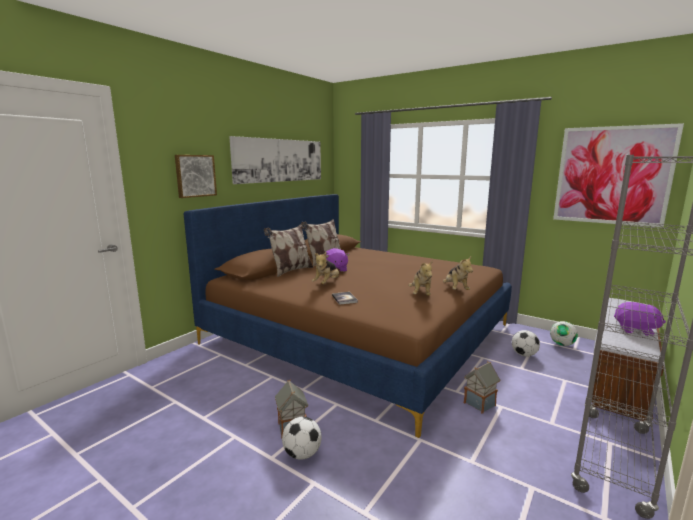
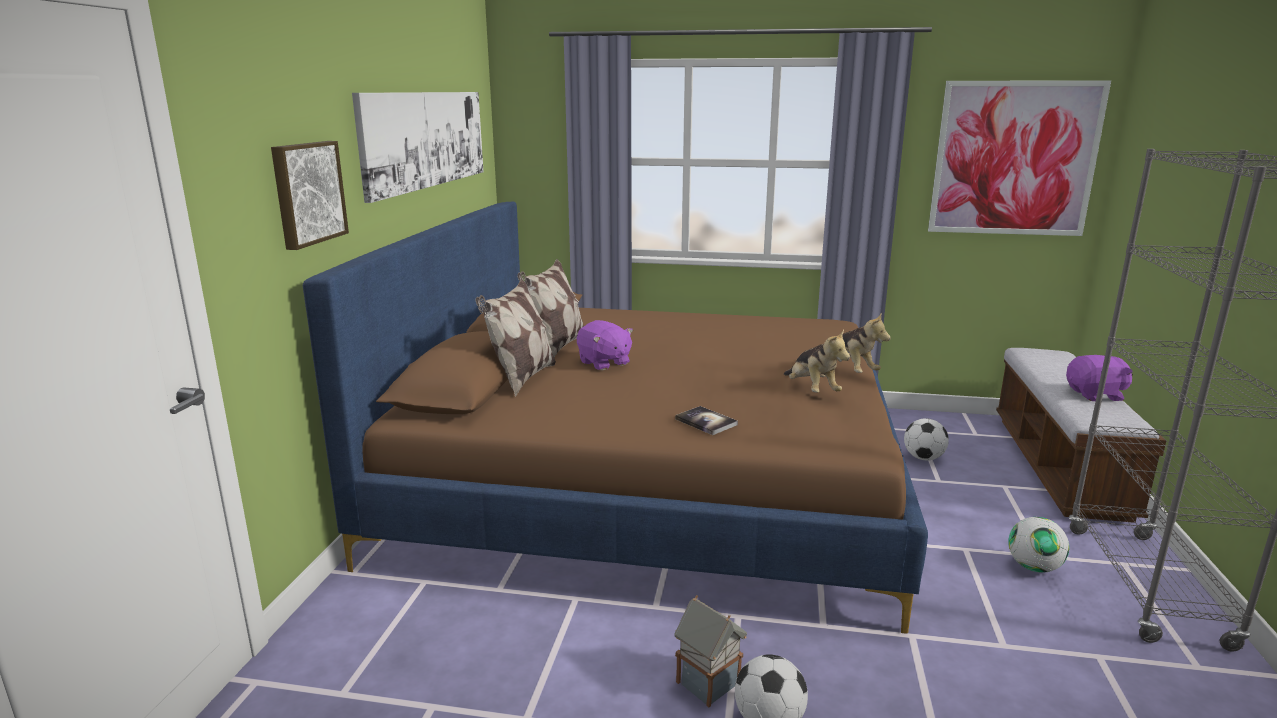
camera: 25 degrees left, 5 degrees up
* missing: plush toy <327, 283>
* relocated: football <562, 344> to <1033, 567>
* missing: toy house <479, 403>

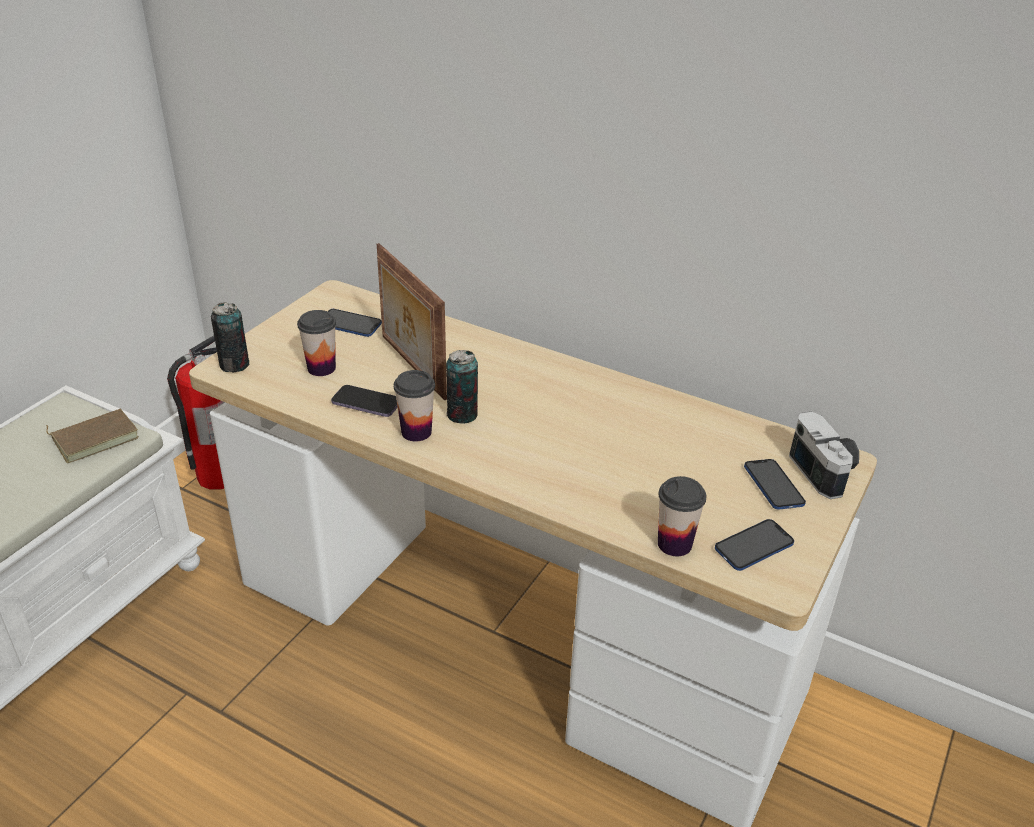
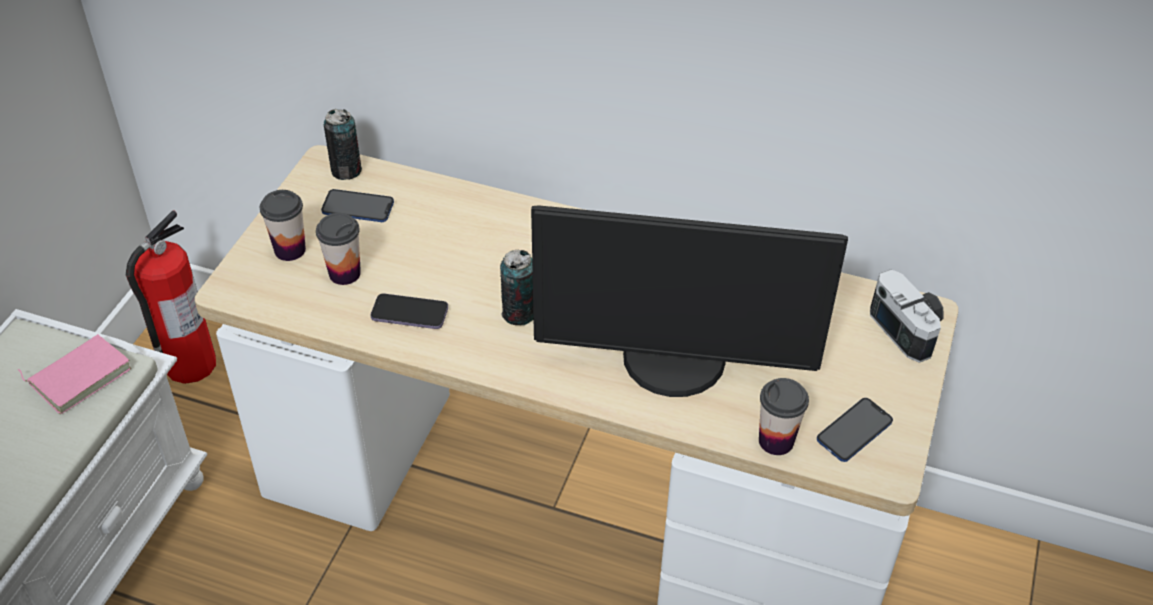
camera: 10 degrees left, 10 degrees up
* missing: picture frame <411, 367>
* relocated: can <234, 365> to <346, 171>
* relocated: cup <416, 432> to <290, 250>
* colour: brown book <95, 437> to pink book <79, 375>
* missing: phone <773, 485>
* appeared: monitor <674, 363>

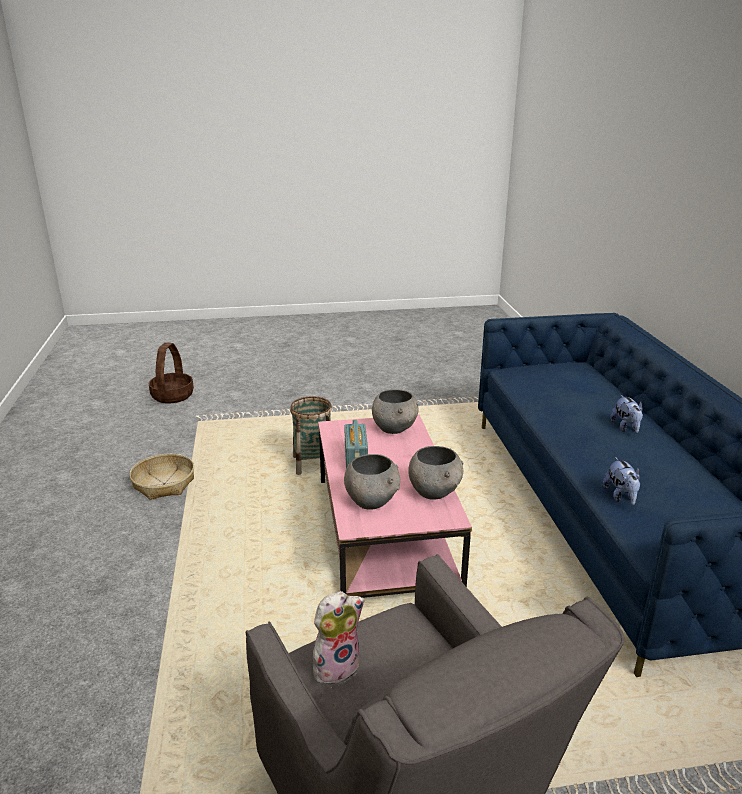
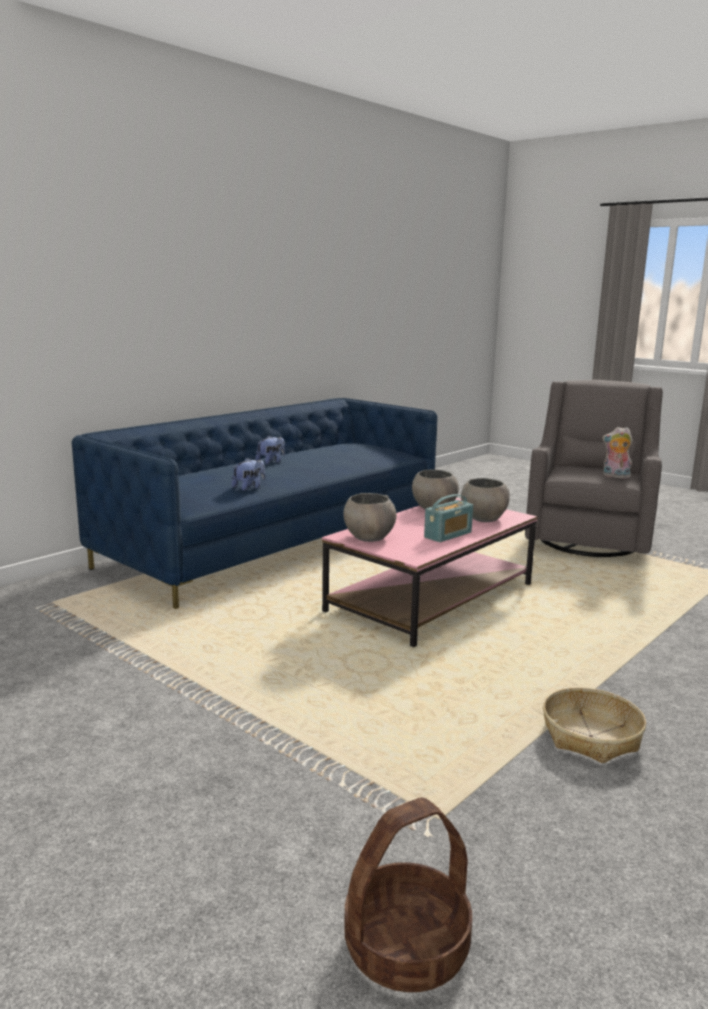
camera: 130 degrees left, 10 degrees down
* missing: basket <313, 464>
* relocated: plush toy <621, 496> to <249, 488>

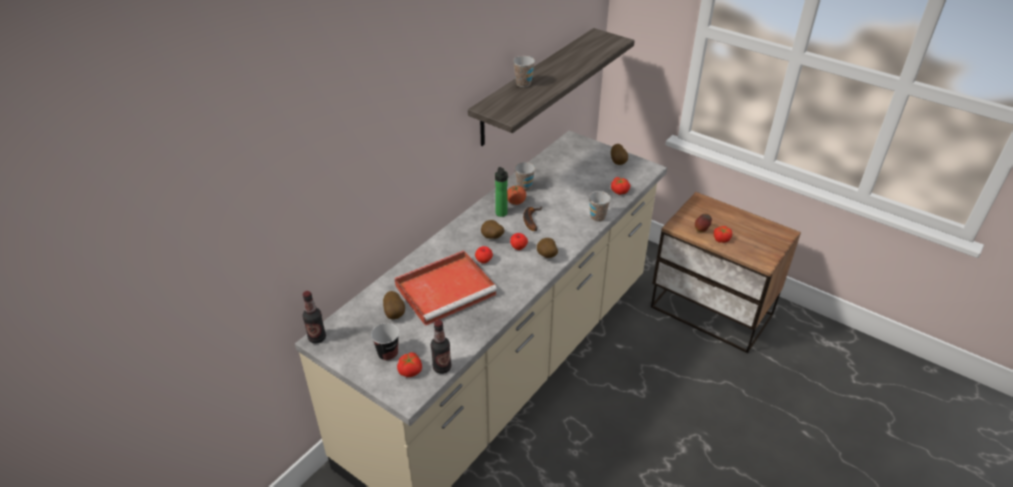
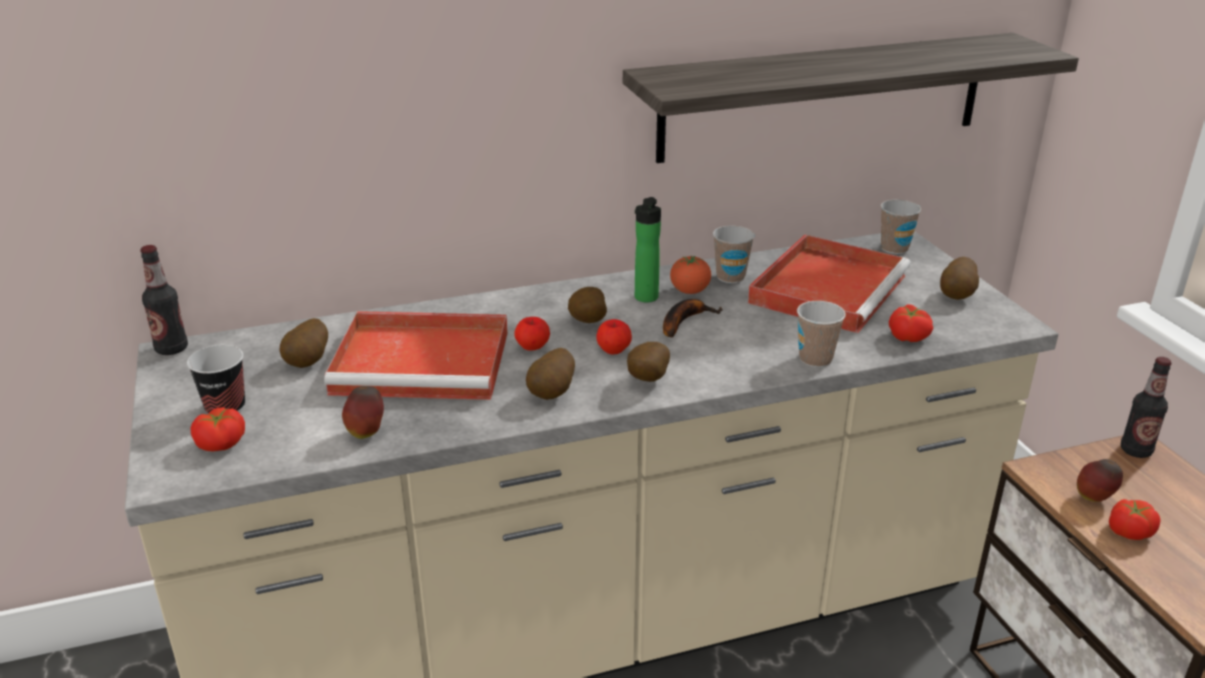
camera: 35 degrees right, 10 degrees down
* relocated: cup <523, 83> to <894, 248>
* relocated: bottle <442, 367> to <1136, 450>
* appeared: red tray <828, 287>
* appeared: potato <553, 394>
* appeared: apple <366, 433>

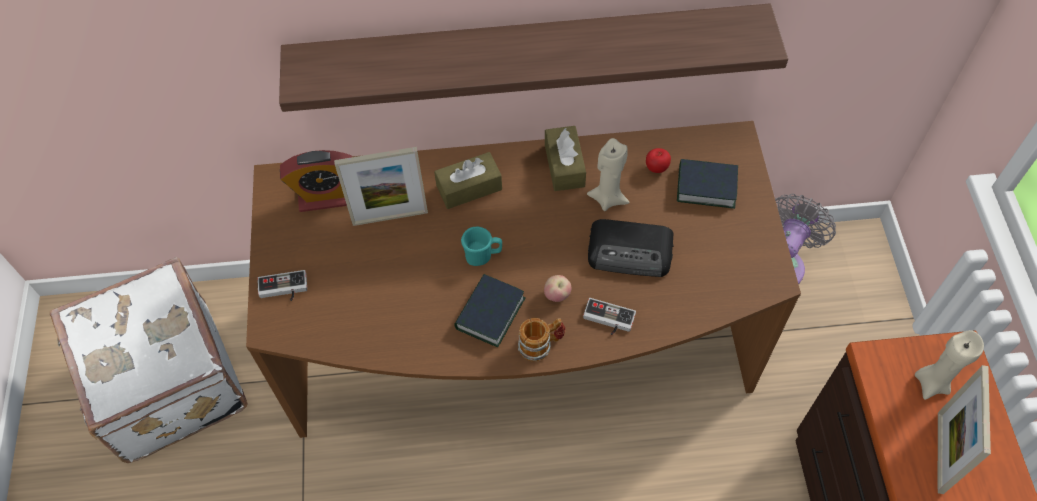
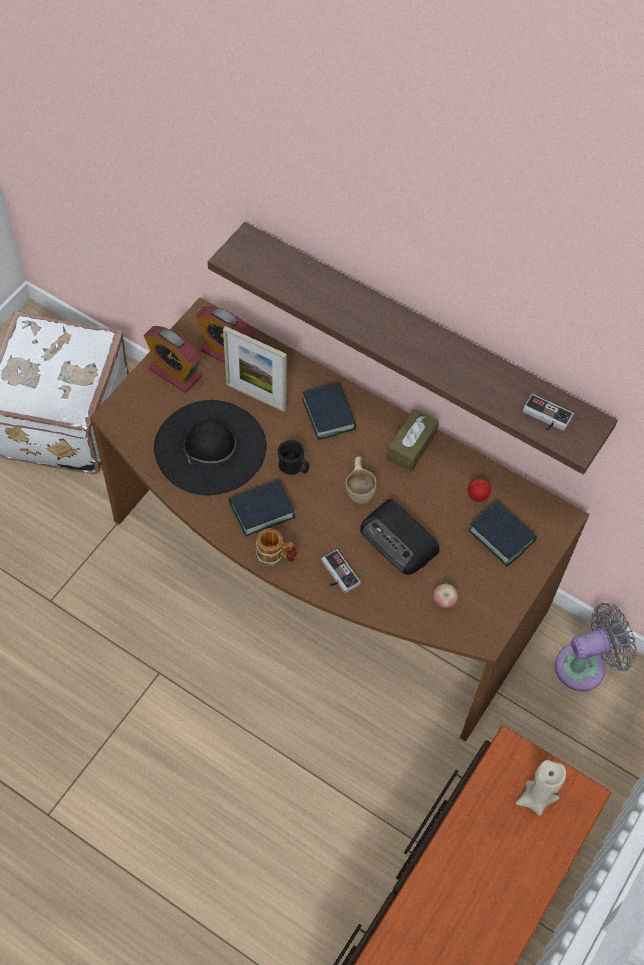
camera: 35 degrees right, 0 degrees up
* missing: beige candle <608, 198>
* exchanged: brown tissue box <469, 187> to book <328, 414>
* colour: turquoise mug <483, 255> to black mug <293, 468>
* relocated: game controller <283, 290> to <545, 418>
* relocated: apple <557, 295> to <444, 601>
* missing: picture frame <940, 452>
* appeared: alarm clock <175, 373>
* appeared: black hat <210, 447>
* appeared: beige cup <360, 488>

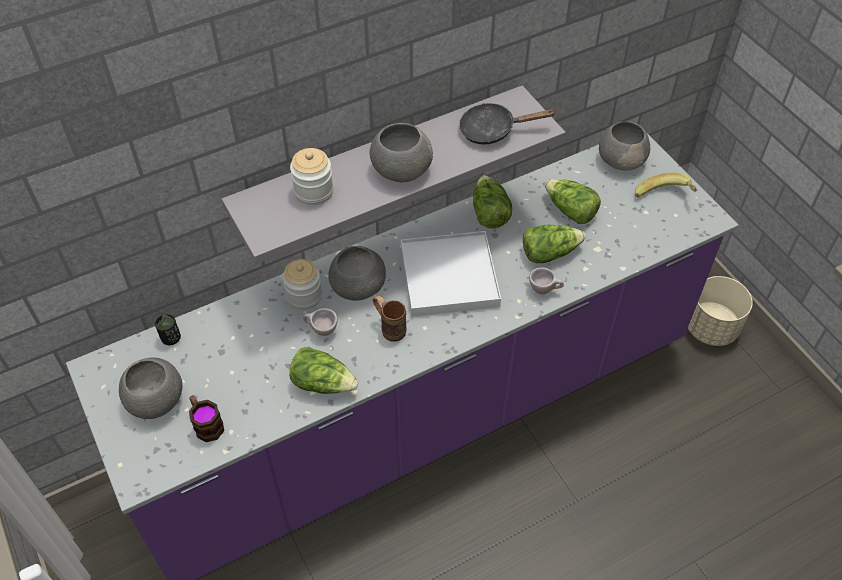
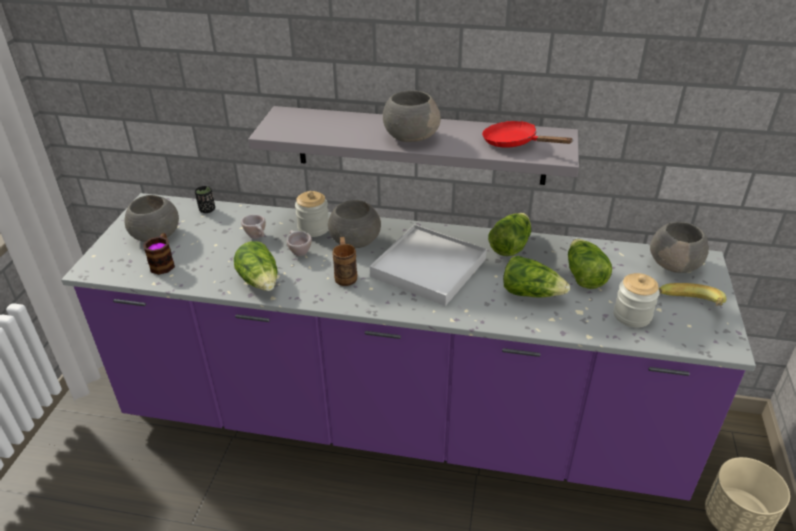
camera: 40 degrees right, 15 degrees down
* colour: black frying pan <492, 130> to red frying pan <514, 143>
* relocated: jar <313, 191> to <632, 315>
* relocated: beige cup <544, 290> to <257, 237>

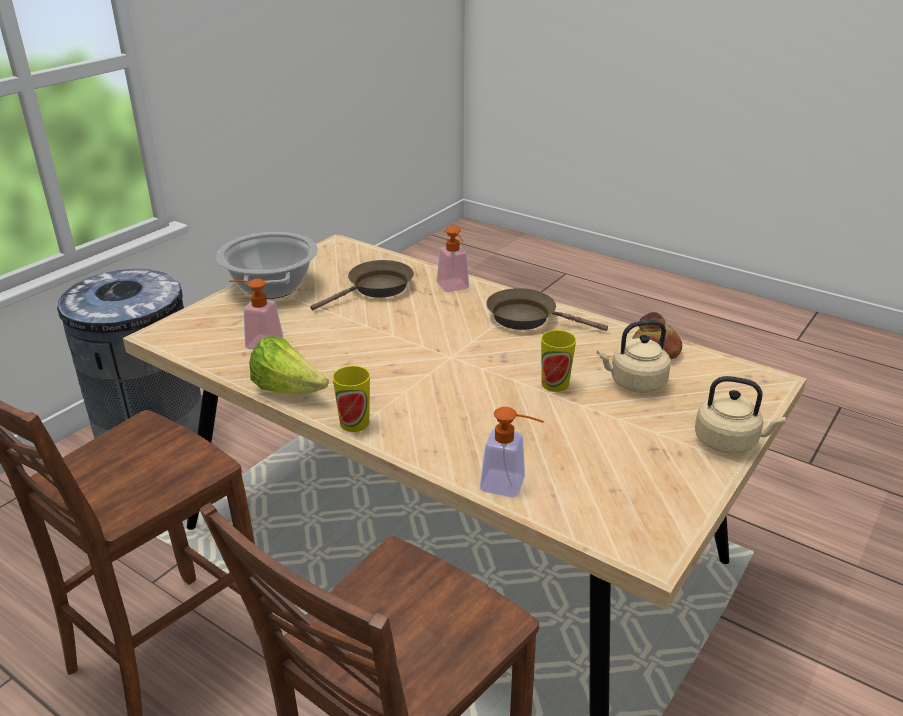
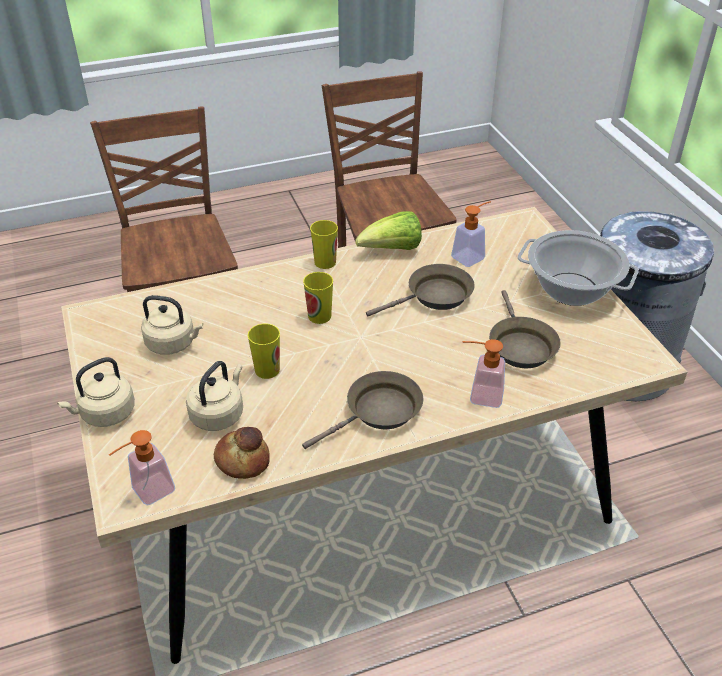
camera: 125 degrees right, 10 degrees up
* relocated: soap dispenser <511, 486> to <147, 493>
* appeared: brown frying pan <434, 296>
* appeared: cup <319, 316>
* appeared: beige kettle <173, 343>

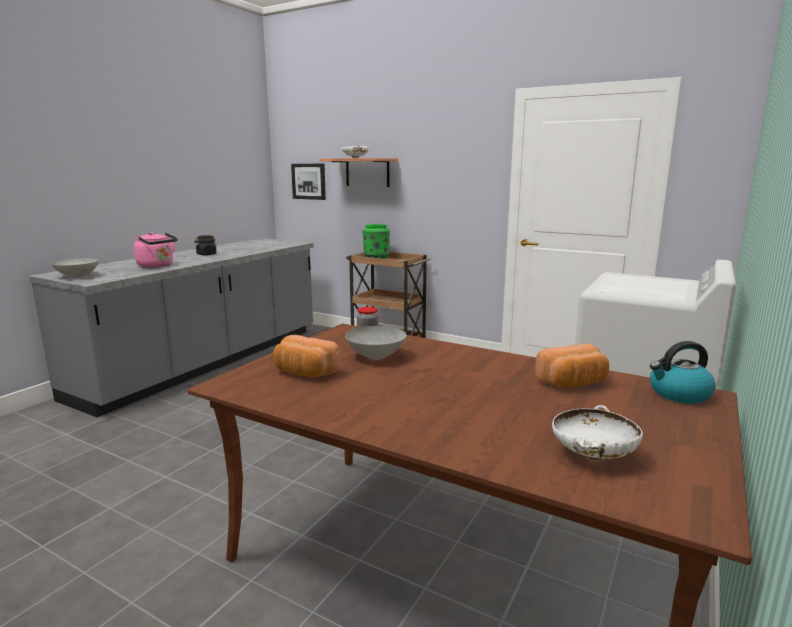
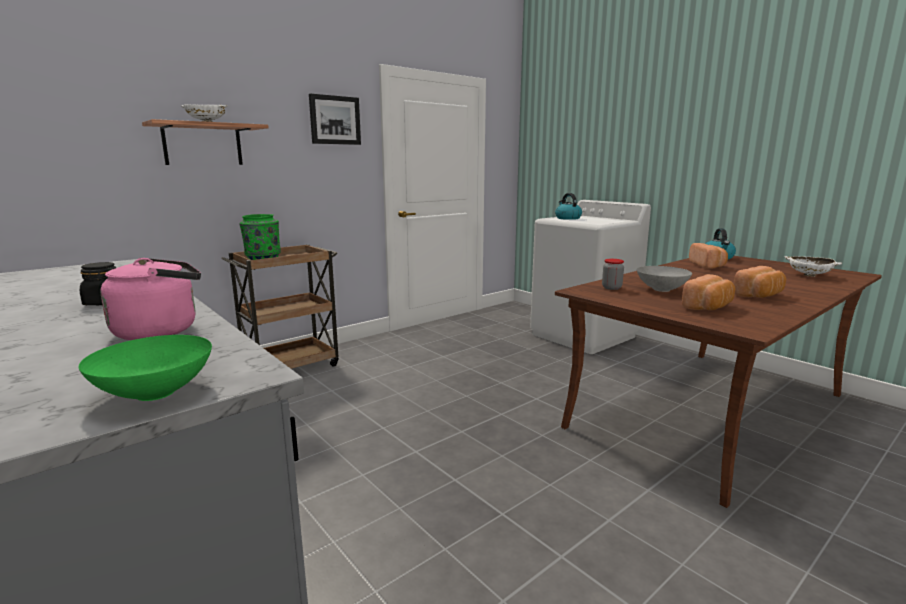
camera: 70 degrees left, 0 degrees up
* relocated: picture <309, 181> to <335, 120>
* colour: grey bowl <77, 277> to green bowl <154, 394>
* appeared: kettle <567, 218>
* appeared: bread <759, 295>

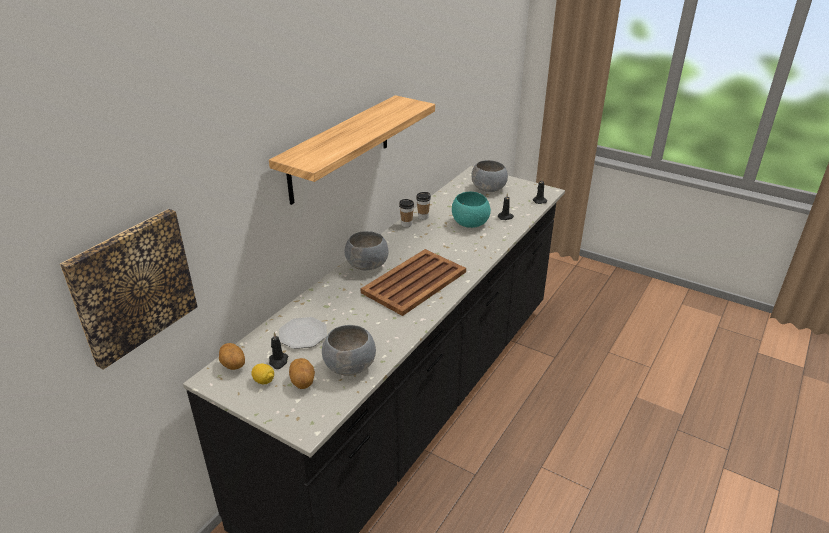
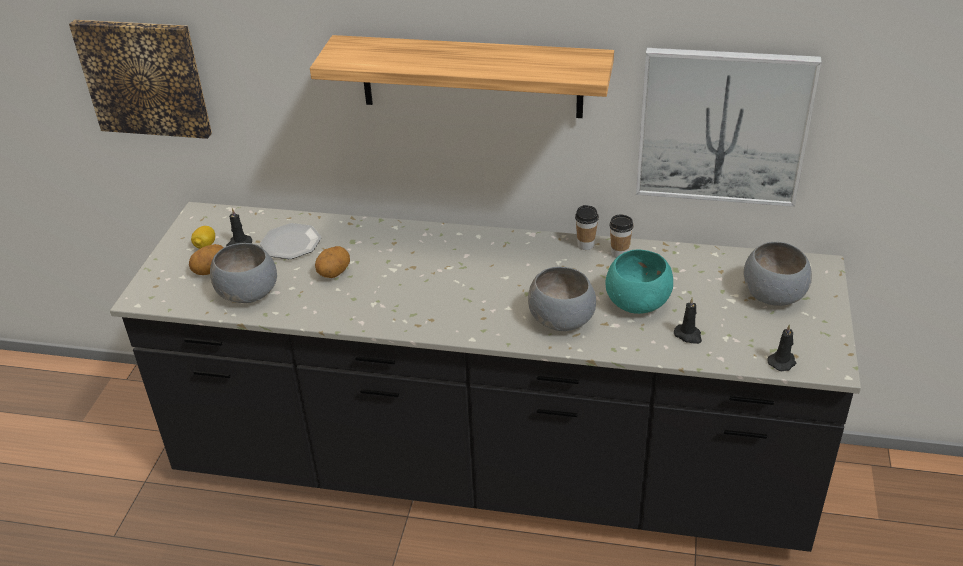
camera: 70 degrees right, 5 degrees up
* relocated: grey bowl <368, 265> to <562, 320>
* missing: brown tray <415, 282>
* relocated: potato <233, 366> to <334, 273>
* appeared: picture <723, 126>

